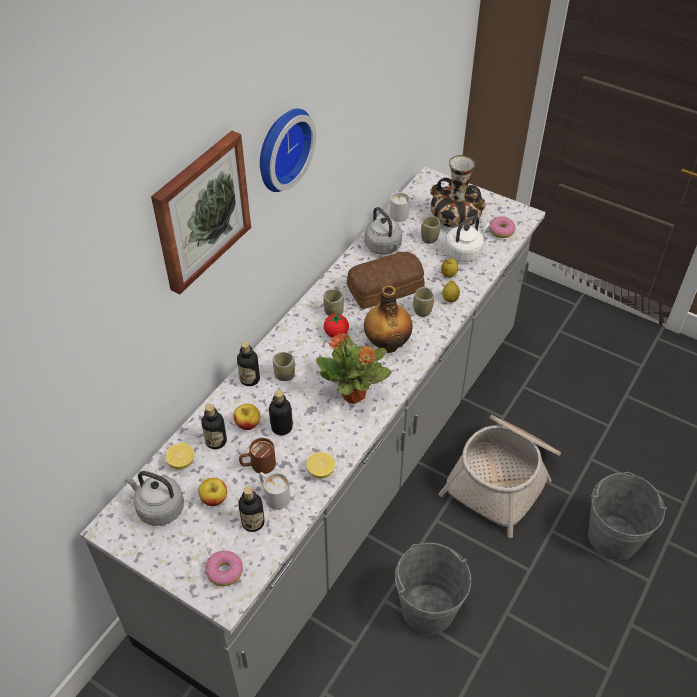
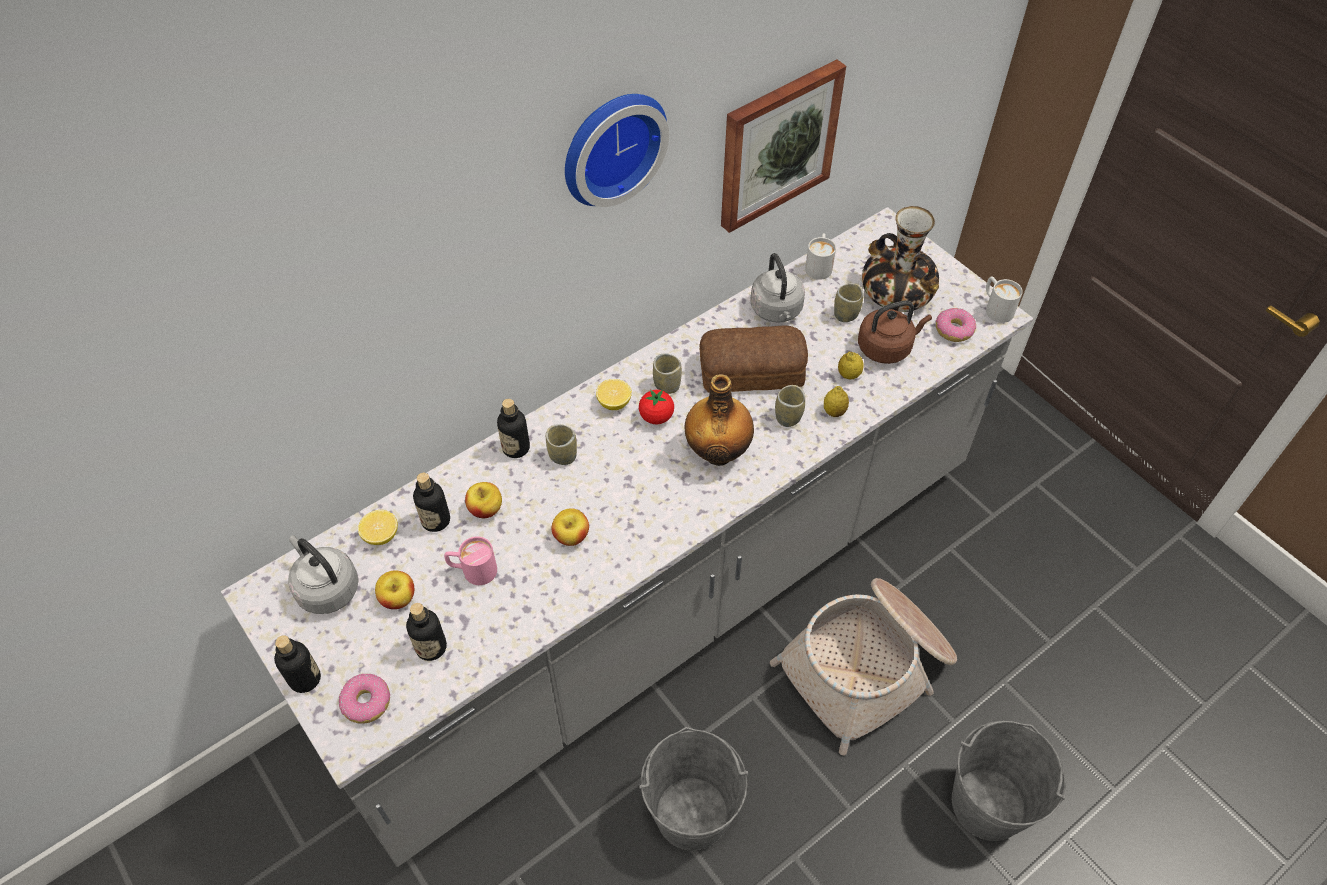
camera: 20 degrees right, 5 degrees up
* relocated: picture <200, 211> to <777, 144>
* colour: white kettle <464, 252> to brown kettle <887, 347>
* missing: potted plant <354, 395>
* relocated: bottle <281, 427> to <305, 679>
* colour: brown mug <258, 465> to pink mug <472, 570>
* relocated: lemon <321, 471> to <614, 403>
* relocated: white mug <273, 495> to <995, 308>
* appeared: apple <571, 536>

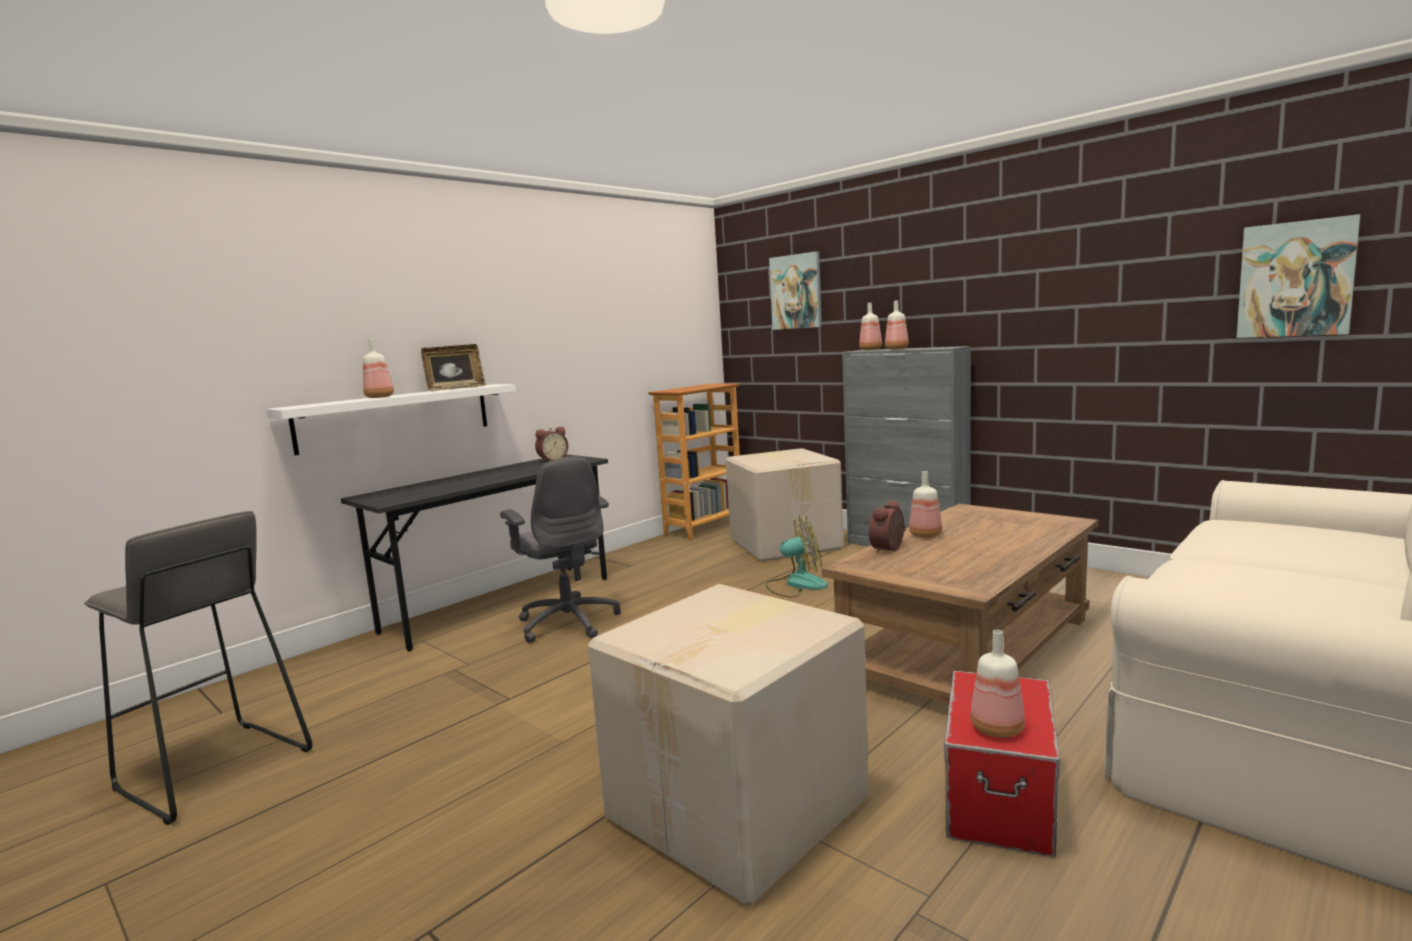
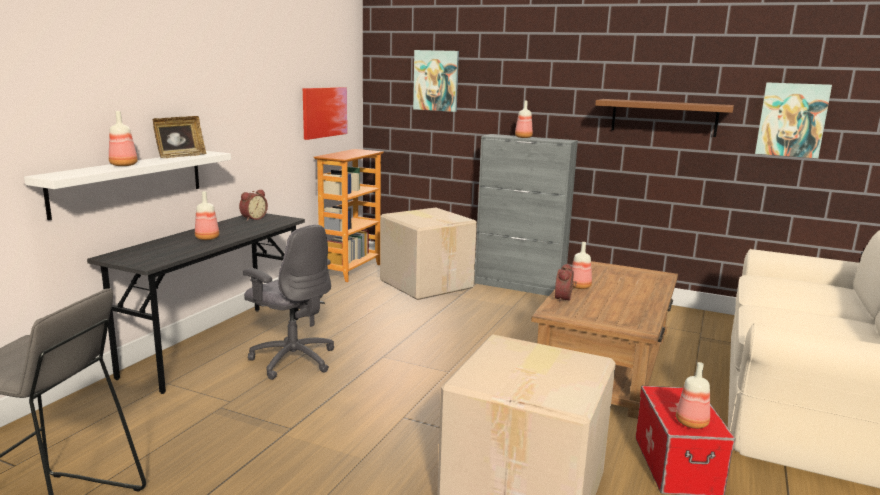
camera: 20 degrees left, 5 degrees up
* relocated: bottle <870, 349> to <207, 238>
* missing: fan <796, 584>
* appeared: picture <324, 112>
* appeared: brown shelf <664, 117>

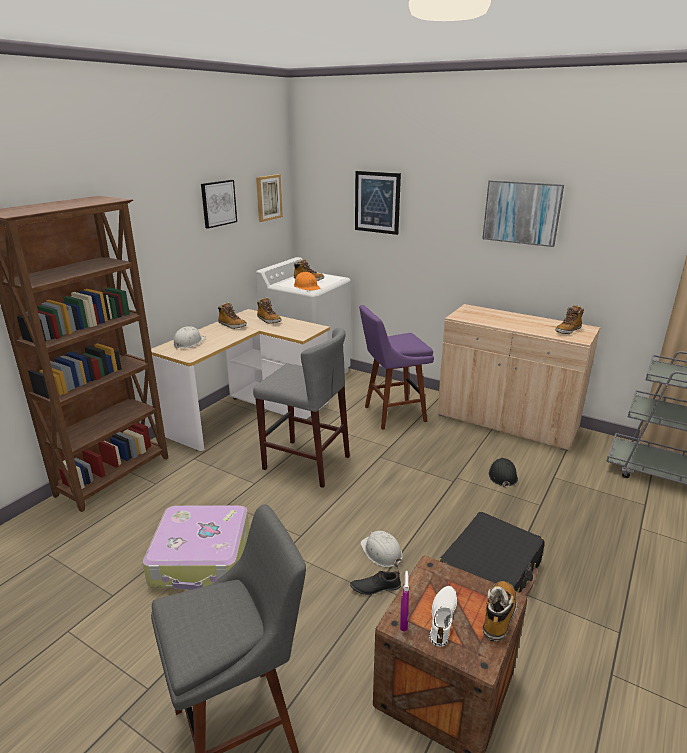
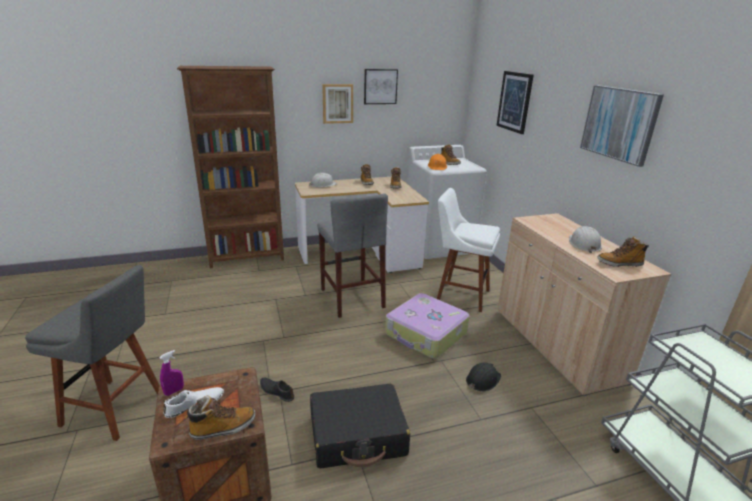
camera: 40 degrees right, 0 degrees up
* relocated: picture <268, 197> to <337, 103>
* colour: purple stool <391, 414> to white stool <460, 295>
* relocated: suitcase <202, 558> to <426, 334>
* relocated: white hard hat <381, 552> to <583, 244>

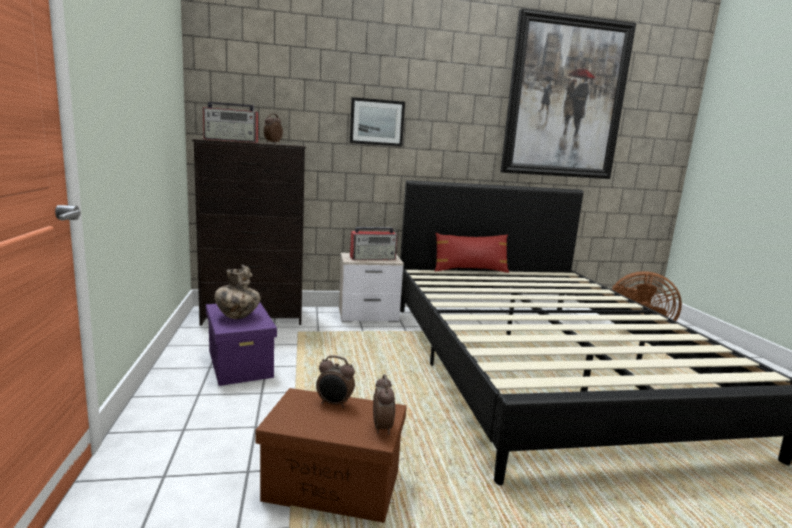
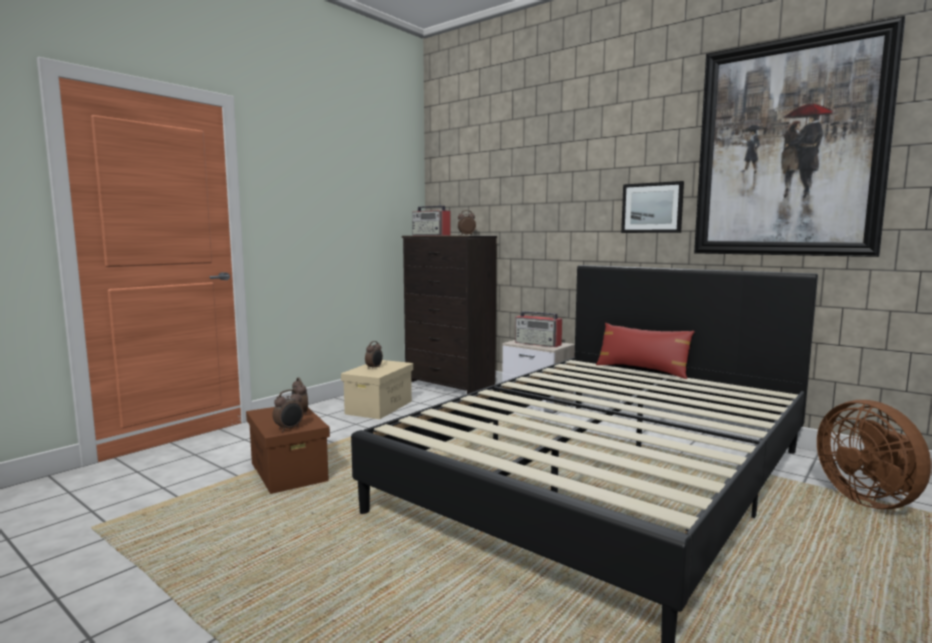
camera: 50 degrees right, 5 degrees down
* relocated: picture <377, 122> to <652, 208>
* exchanged: vase <237, 316> to alarm clock <374, 368>
* colour: purple storage box <239, 363> to beige storage box <379, 407>

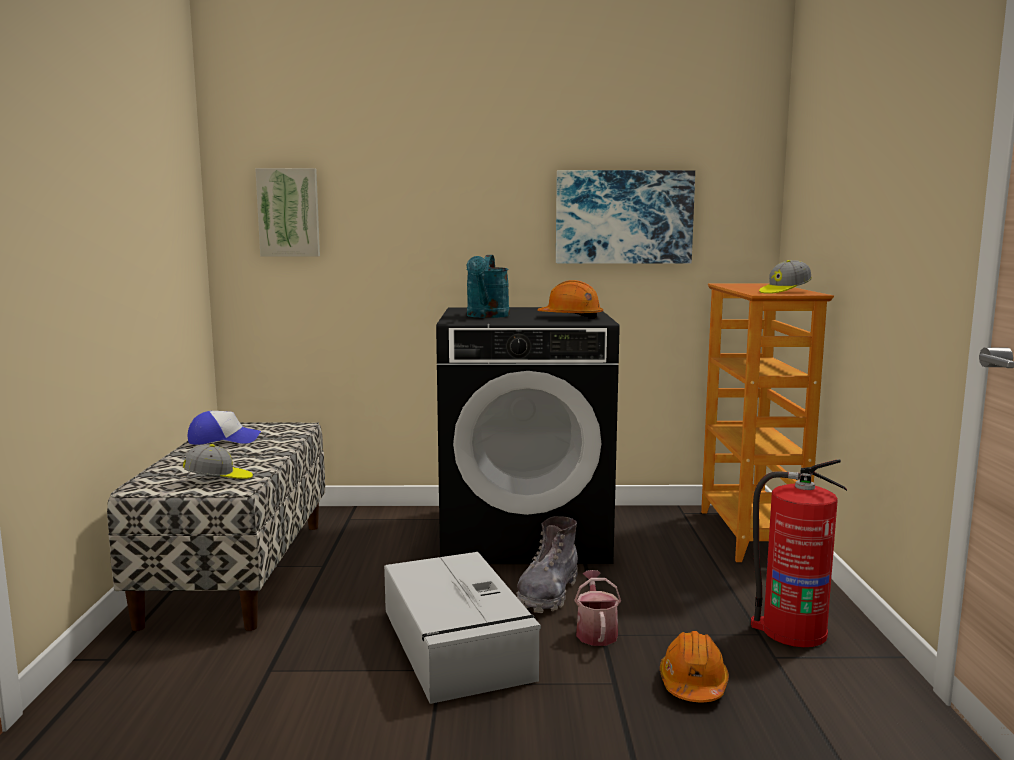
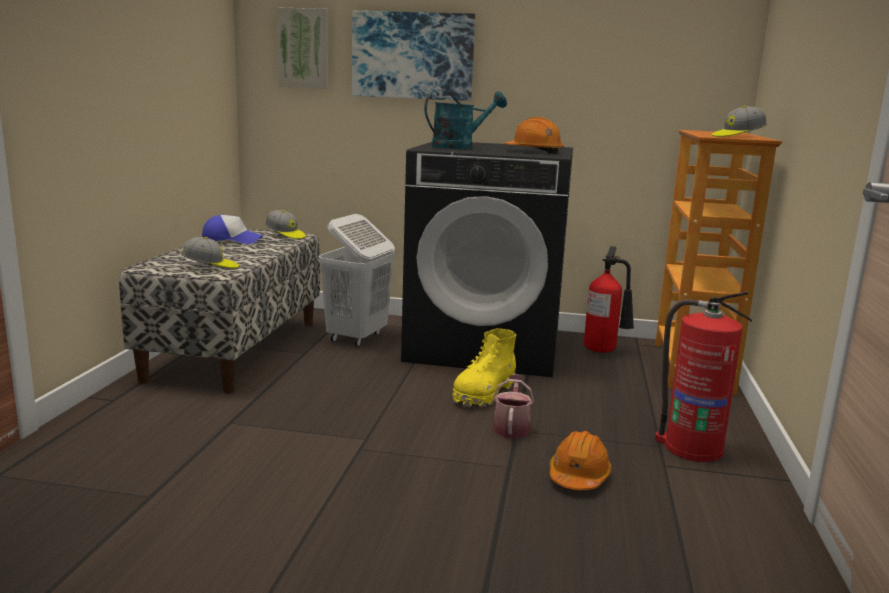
camera: 10 degrees right, 5 degrees up
* relocated: picture <623, 217> to <413, 56>
* spun: turquoise watering can <487, 316> = <459, 147> 135 degrees counterclockwise
* colour: grey boot <548, 593> to yellow boot <483, 393>
* missing: grey storage box <456, 645>
* appeared: cap <286, 235>
* appeared: white laundry basket <356, 337>
* appeared: fire extinguisher <604, 350>

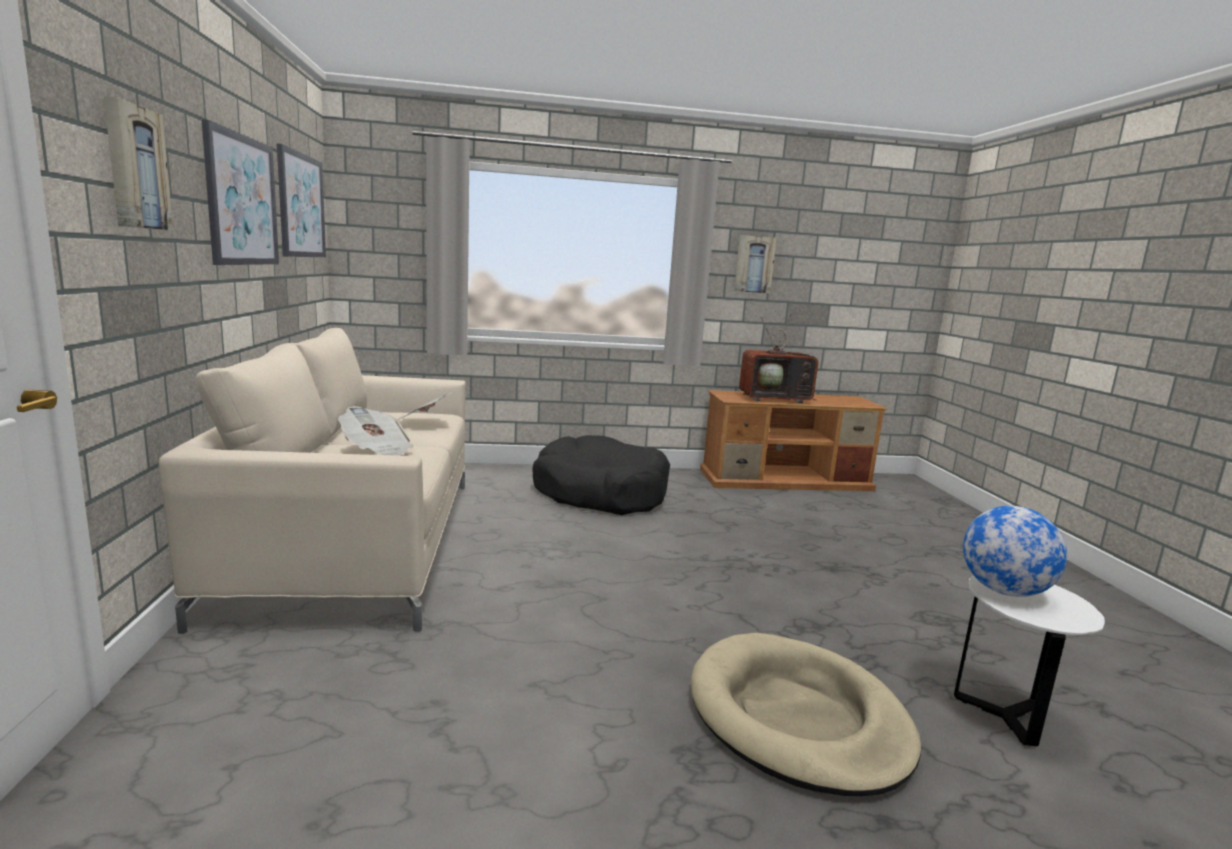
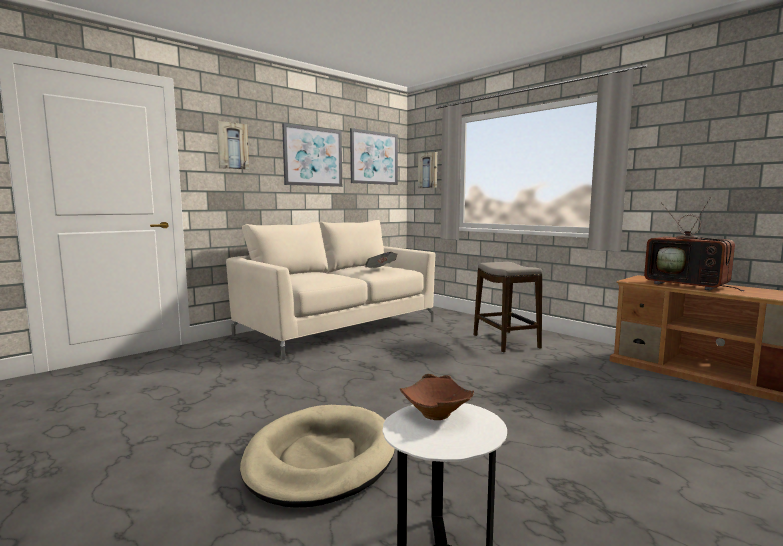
camera: 55 degrees right, 5 degrees down
* relocated: picture <754, 264> to <428, 170>
* missing: newspaper <377, 451>
* exchanged: black dog bed <600, 493> to stool <506, 341>
* exchanged: globe <1004, 591> to brown bowl <438, 414>

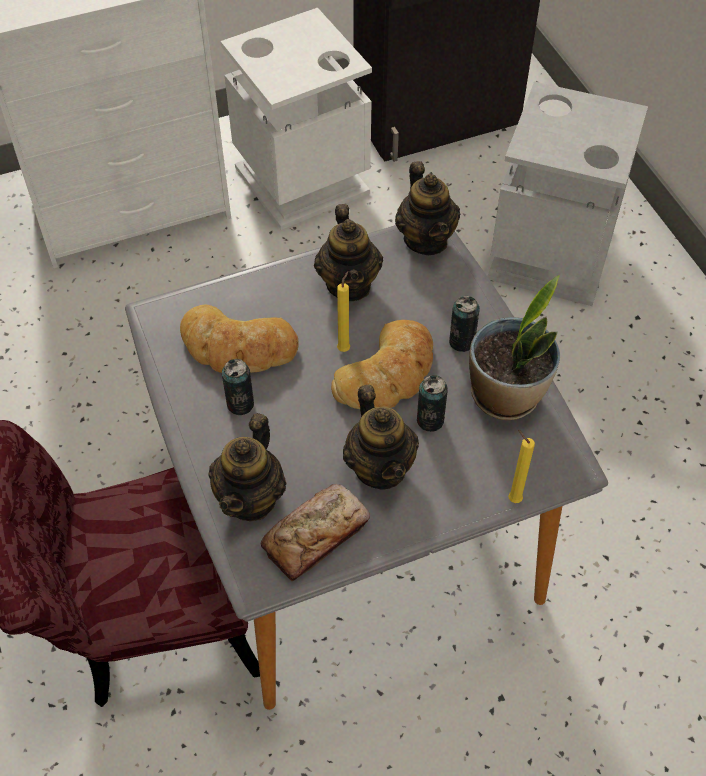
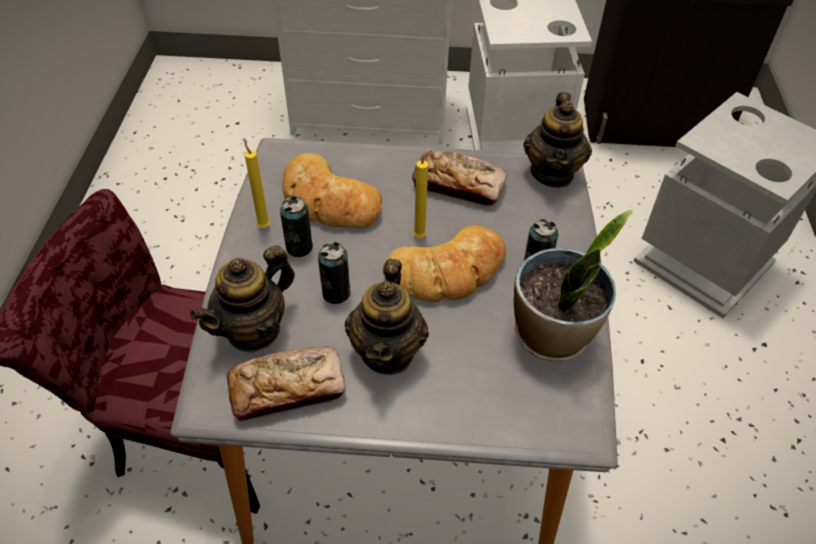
camera: 25 degrees right, 5 degrees down
* exchanged: teapot <349, 284> to bread <459, 185>
* relocated: can <430, 420> to <336, 293>
* relocated: yellow candle <512, 498> to <263, 225>

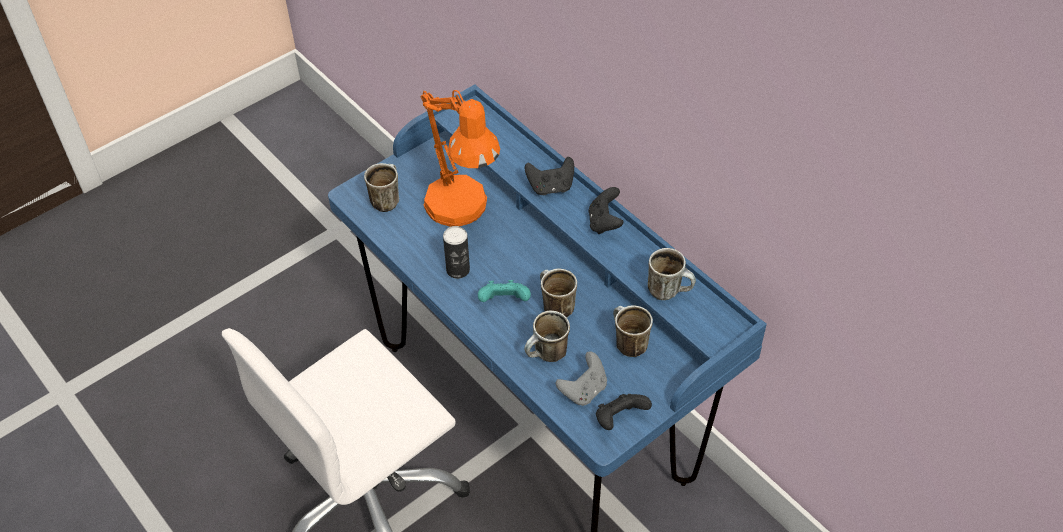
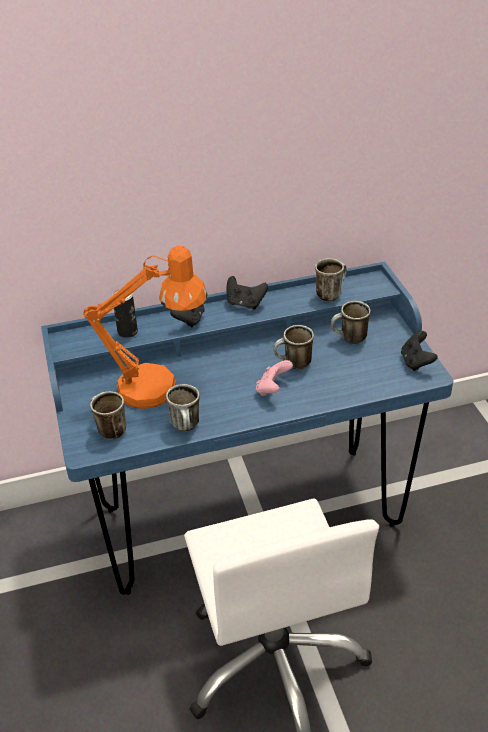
camera: 65 degrees left, 10 degrees down
* relocated: can <458, 270> to <127, 332>
* colour: turquoise game controller <504, 302> to pink game controller <272, 389>
* relocated: mug <547, 356> to <187, 427>
* missing: grey game controller <583, 390>

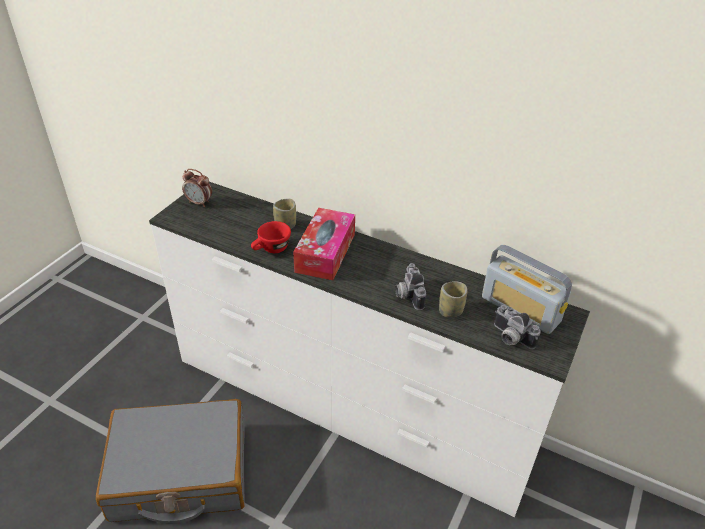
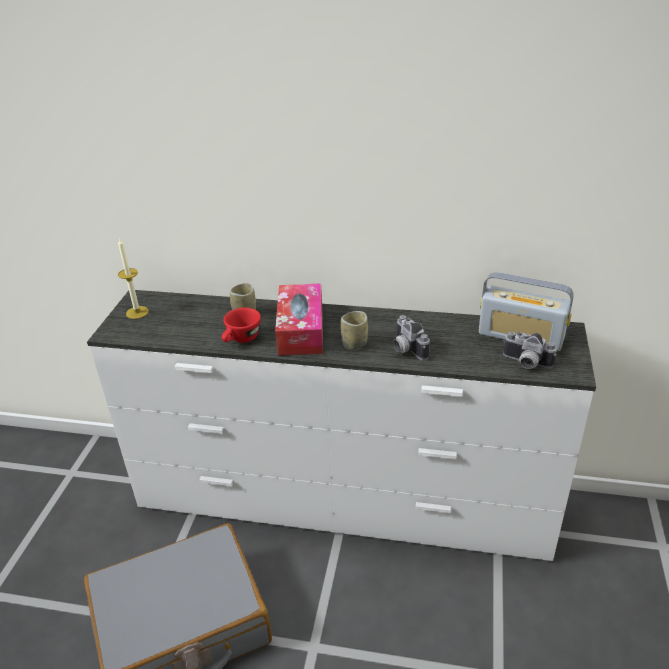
camera: 15 degrees left, 5 degrees down
* exchanged: alarm clock <199, 203> to candle <137, 312>
* relocated: cup <450, 311> to <354, 343>

